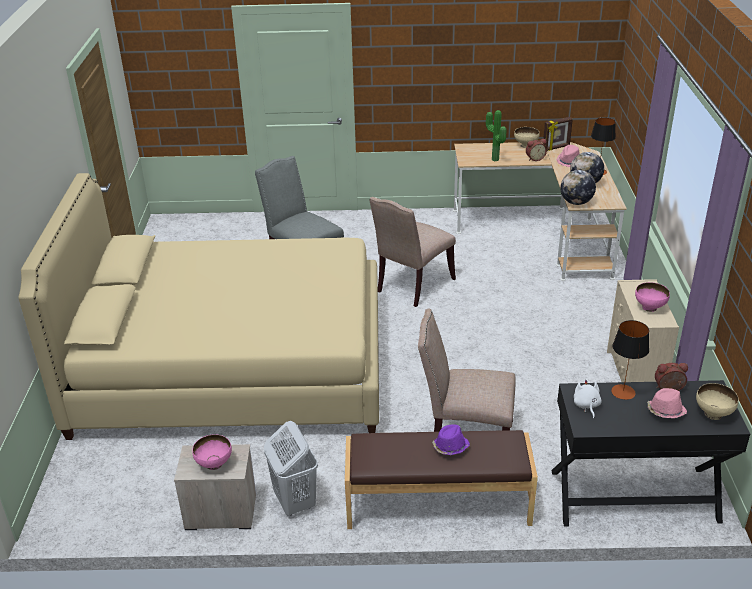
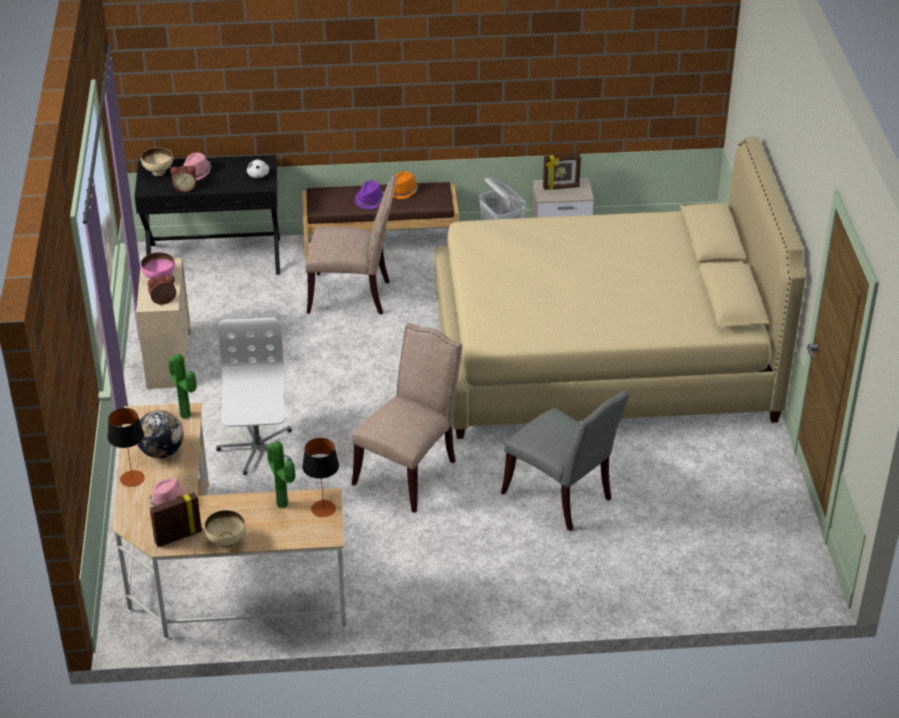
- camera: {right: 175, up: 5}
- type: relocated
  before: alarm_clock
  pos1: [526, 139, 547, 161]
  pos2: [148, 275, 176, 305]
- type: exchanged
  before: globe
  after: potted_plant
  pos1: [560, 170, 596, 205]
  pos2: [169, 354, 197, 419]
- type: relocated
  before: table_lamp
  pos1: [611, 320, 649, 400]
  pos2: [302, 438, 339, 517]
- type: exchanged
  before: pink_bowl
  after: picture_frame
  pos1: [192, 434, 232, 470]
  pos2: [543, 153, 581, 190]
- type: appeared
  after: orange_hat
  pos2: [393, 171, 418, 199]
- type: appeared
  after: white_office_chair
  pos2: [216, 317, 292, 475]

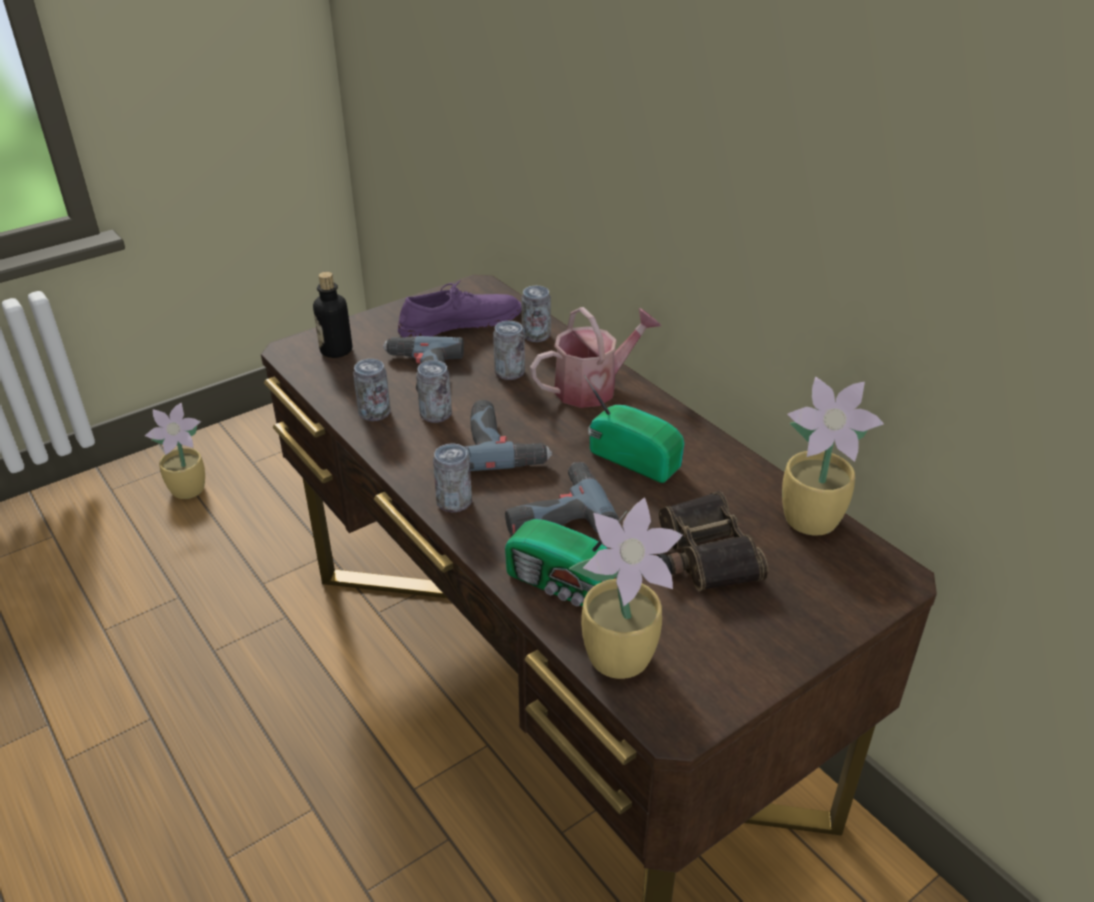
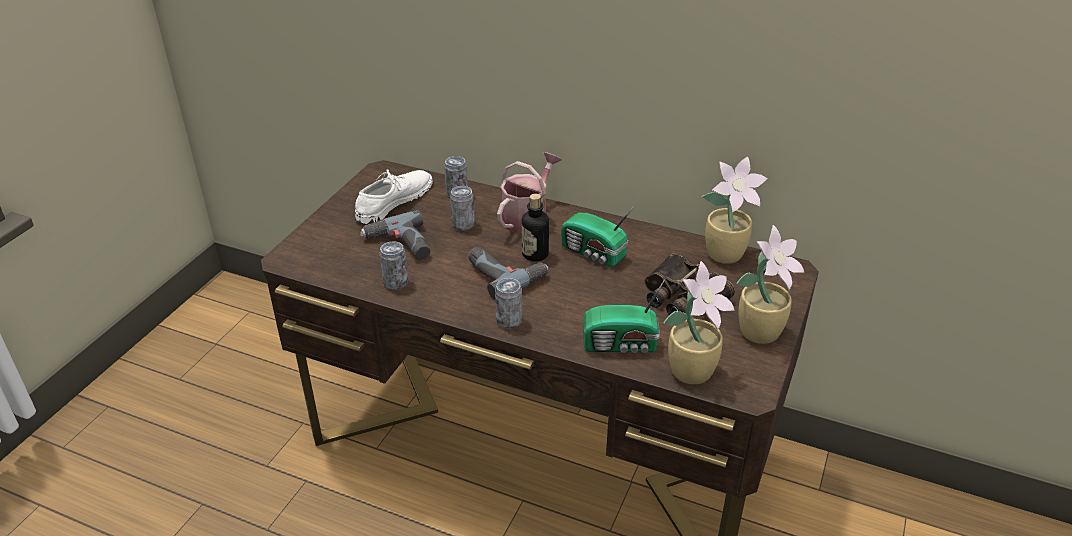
- camera: {right: -30, up: 0}
- type: relocated
  before: bottle
  pos1: [313, 272, 352, 358]
  pos2: [522, 194, 549, 262]
- type: colour
  before: purple_shoe
  after: white_shoe
  pos1: [398, 281, 522, 337]
  pos2: [355, 169, 433, 225]
- type: missing
  before: can
  pos1: [416, 360, 452, 423]
- type: spun
  before: radio
  pos1: [584, 375, 685, 483]
  pos2: [561, 205, 635, 267]
  turn: -150
- type: relocated
  before: potted_plant
  pos1: [145, 402, 205, 499]
  pos2: [737, 225, 804, 344]
- type: missing
  before: power_drill
  pos1: [505, 462, 619, 535]

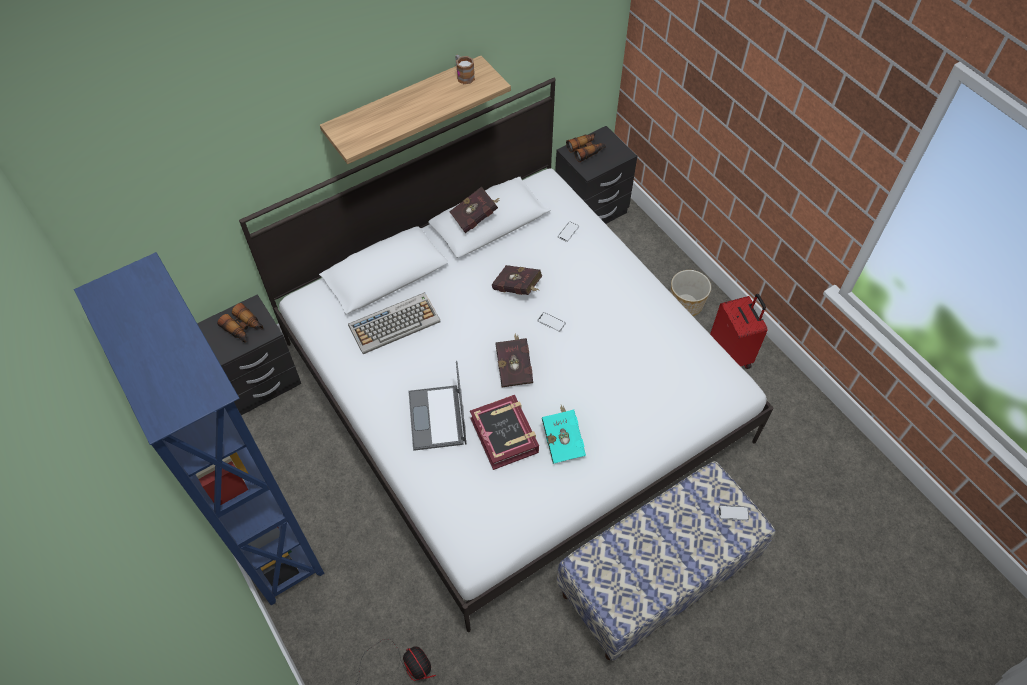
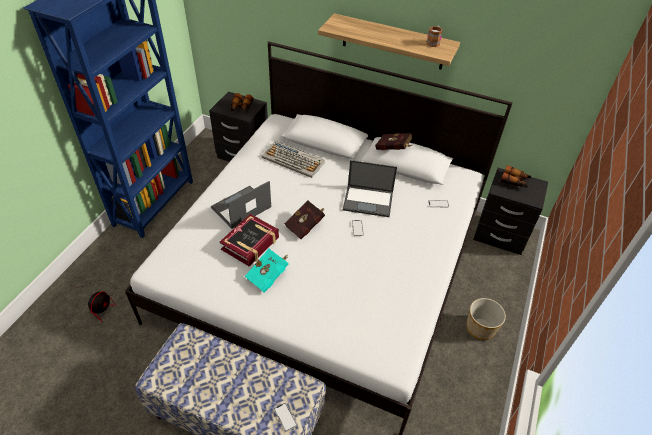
- camera: {right: 55, up: -10}
- type: exchanged
  before: red_book
  after: laptop
  pos1: [492, 265, 542, 295]
  pos2: [343, 160, 397, 217]
- type: missing
  before: red_suitcase
  pos1: [710, 294, 768, 369]

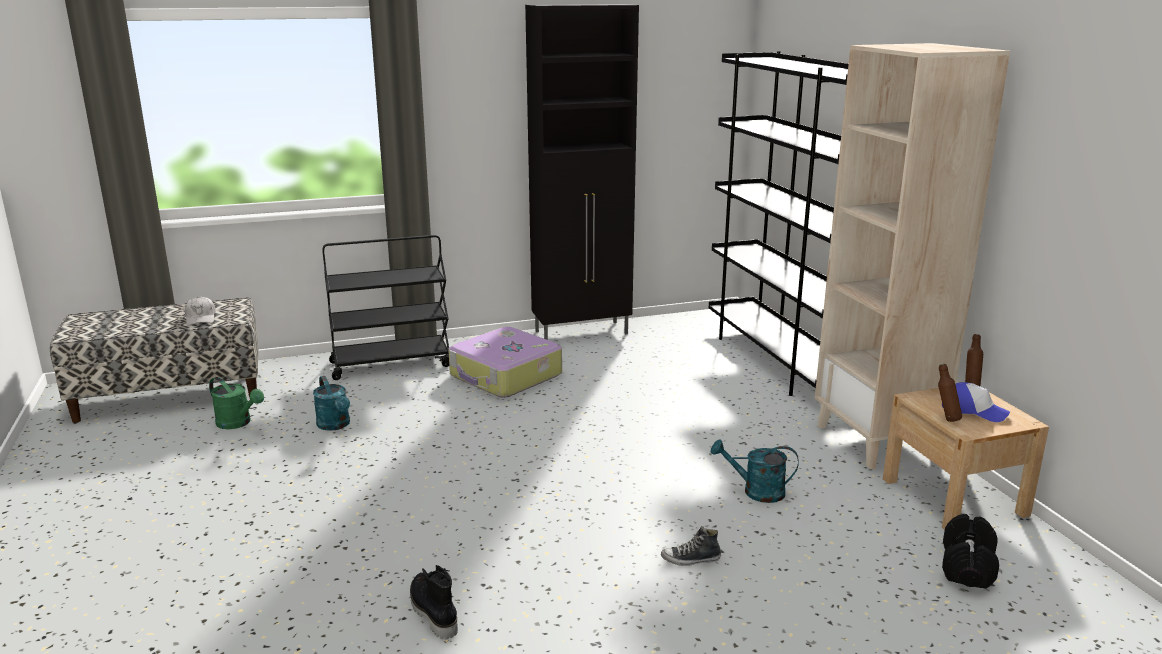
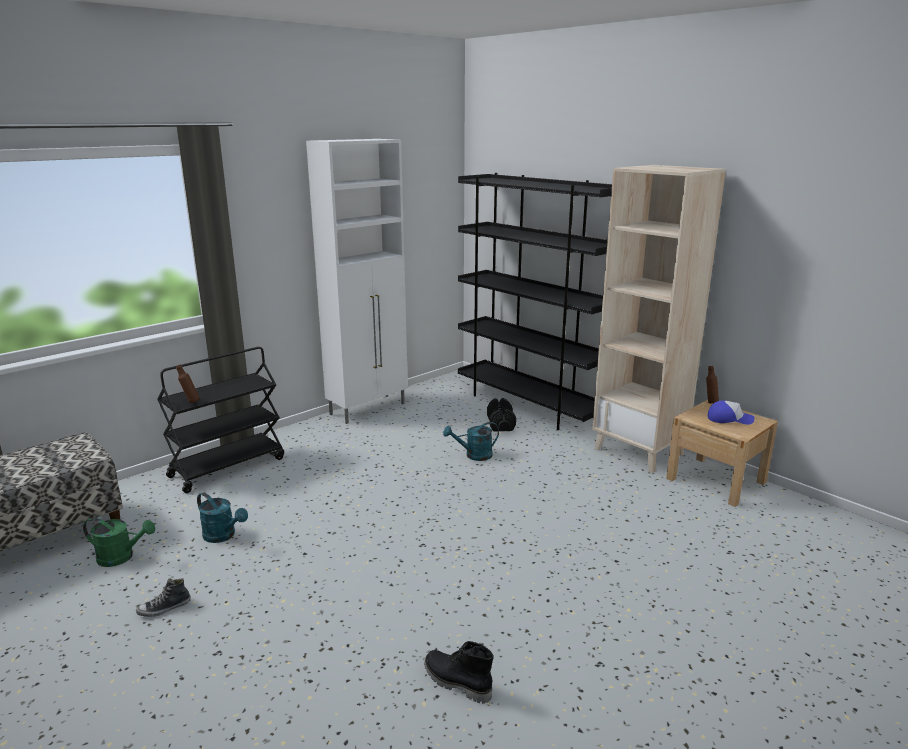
- camera: {right: -25, up: 0}
- type: colour
  before: black_cabinet
  after: white_cabinet
  pos1: [525, 4, 639, 340]
  pos2: [306, 139, 408, 424]
- type: missing
  before: white_cap
  pos1: [185, 296, 216, 326]
- type: missing
  before: suitcase
  pos1: [448, 327, 562, 398]
- type: relocated
  before: brown_bottle
  pos1: [938, 364, 962, 422]
  pos2: [176, 365, 200, 403]
- type: relocated
  before: turquoise_watering_can
  pos1: [711, 439, 799, 503]
  pos2: [443, 422, 499, 461]
- type: relocated
  before: black_dumbbell
  pos1: [942, 514, 999, 589]
  pos2: [487, 398, 516, 432]
- type: relocated
  before: shoe
  pos1: [661, 526, 721, 566]
  pos2: [136, 578, 191, 617]

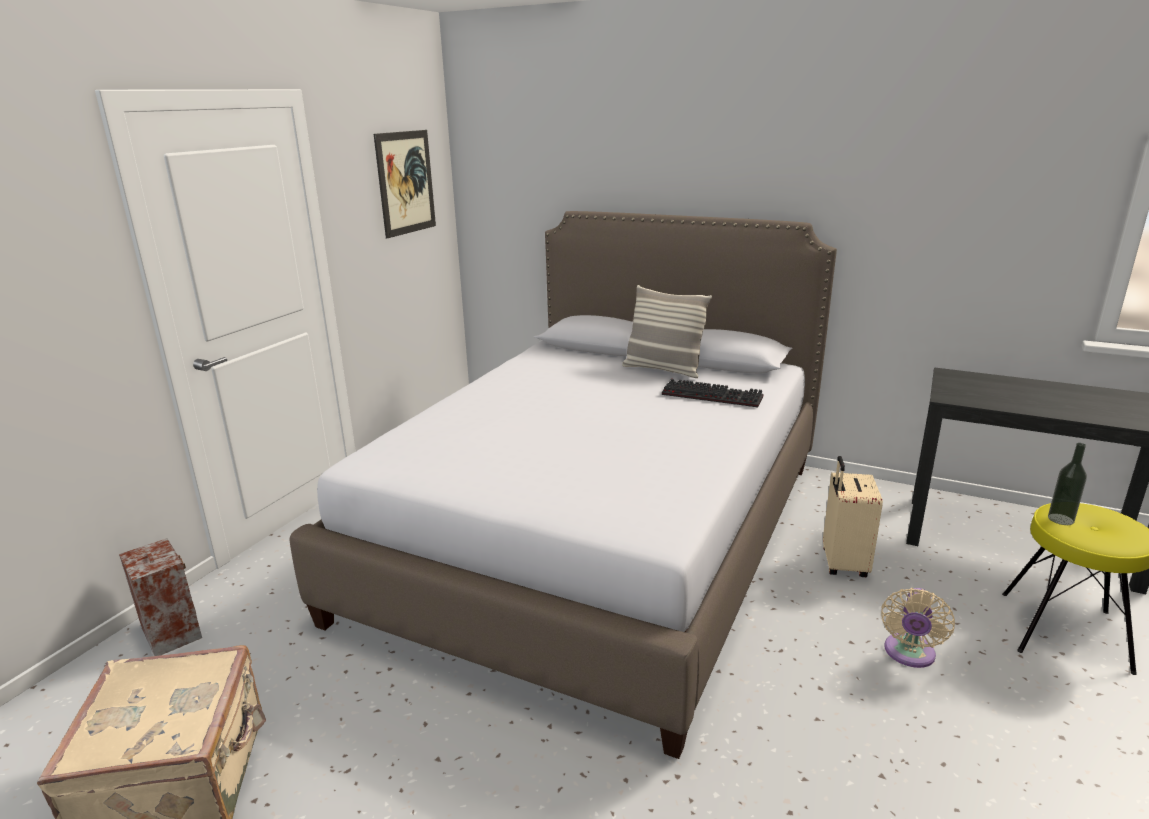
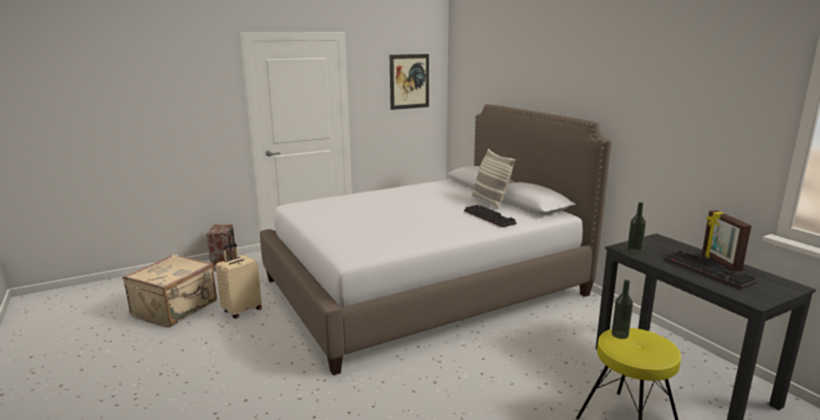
- camera: {right: 35, up: -5}
- type: relocated
  before: beige_suitcase
  pos1: [823, 456, 883, 577]
  pos2: [216, 243, 262, 319]
- type: missing
  before: beige_fan
  pos1: [881, 588, 955, 668]
- type: appeared
  after: bottle
  pos2: [627, 202, 646, 254]
- type: appeared
  after: picture_frame
  pos2: [702, 210, 751, 272]
- type: appeared
  after: keyboard
  pos2: [665, 250, 757, 289]

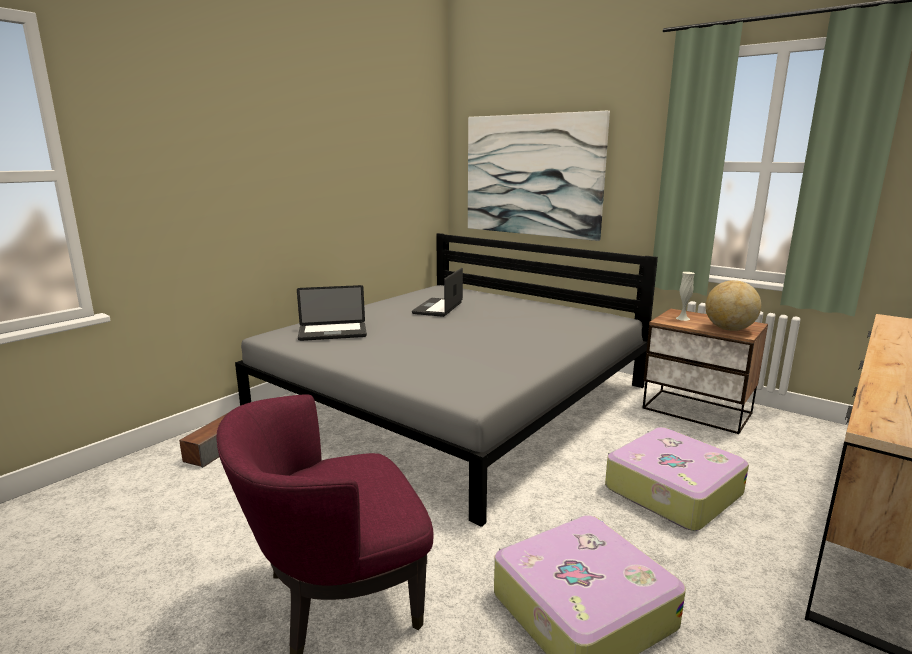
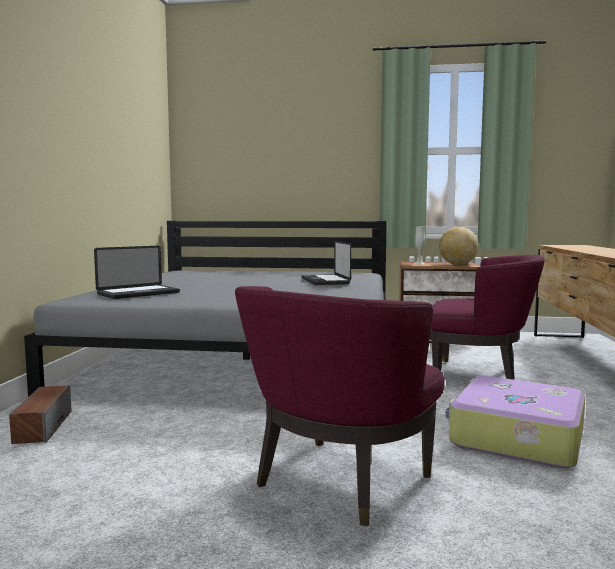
- camera: {right: -30, up: -10}
- type: missing
  before: picture
  pos1: [468, 111, 610, 241]
- type: relocated
  before: laptop
  pos1: [412, 268, 463, 317]
  pos2: [302, 241, 351, 285]
- type: exchanged
  before: suitcase
  after: purple_armchair
  pos1: [605, 427, 749, 531]
  pos2: [430, 255, 545, 380]

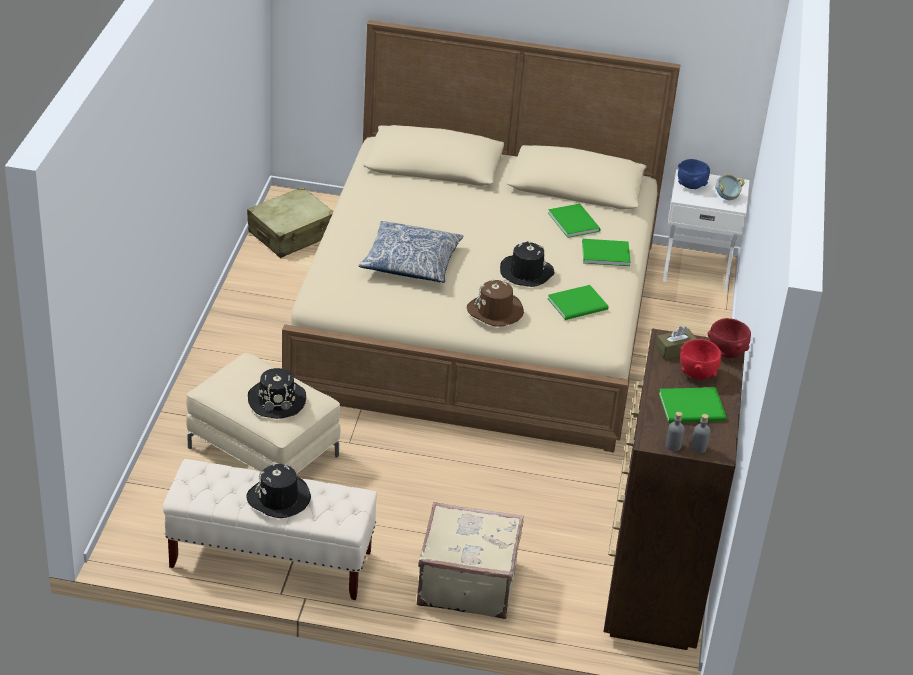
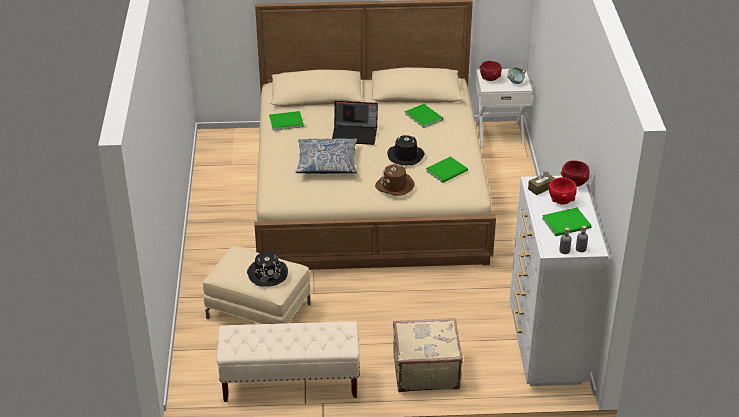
- camera: {right: -10, up: 0}
- type: colour
  before: blue_bowl
  after: red_bowl
  pos1: [678, 159, 710, 189]
  pos2: [480, 61, 502, 81]
- type: missing
  before: beige_suitcase
  pos1: [247, 187, 334, 258]
- type: relocated
  before: green_book
  pos1: [582, 239, 631, 266]
  pos2: [269, 111, 304, 130]
- type: colour
  before: brown_dresser
  after: white_dresser
  pos1: [603, 329, 745, 650]
  pos2: [510, 176, 608, 386]
- type: missing
  before: black_hat
  pos1: [246, 463, 311, 518]
- type: appeared
  after: laptop
  pos2: [332, 101, 378, 145]

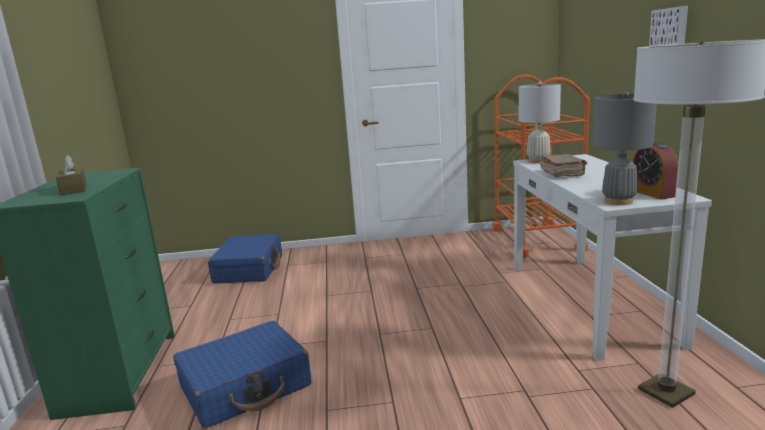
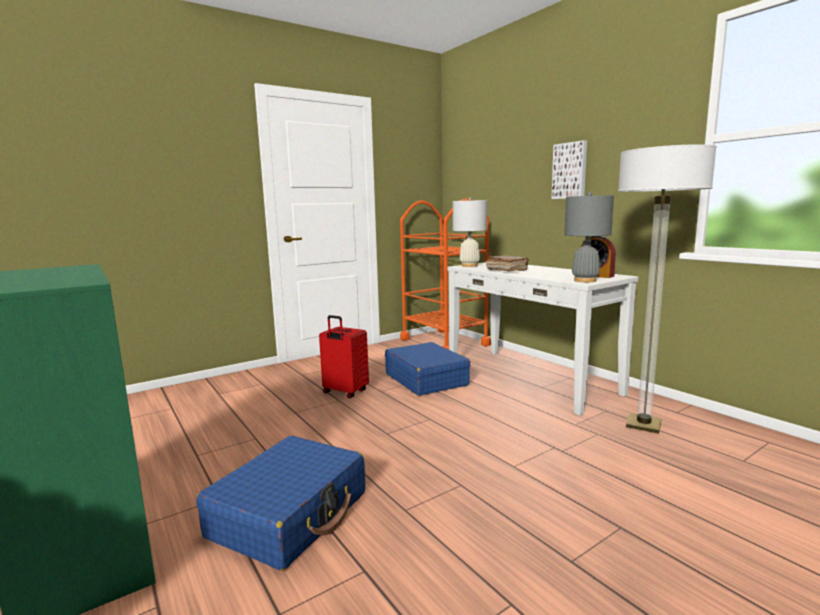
- camera: {right: -30, up: -5}
- type: missing
  before: brown_tissue_box
  pos1: [56, 155, 87, 195]
- type: relocated
  before: blue_suitcase
  pos1: [208, 234, 282, 284]
  pos2: [385, 342, 470, 396]
- type: appeared
  after: red_suitcase
  pos2: [319, 315, 369, 398]

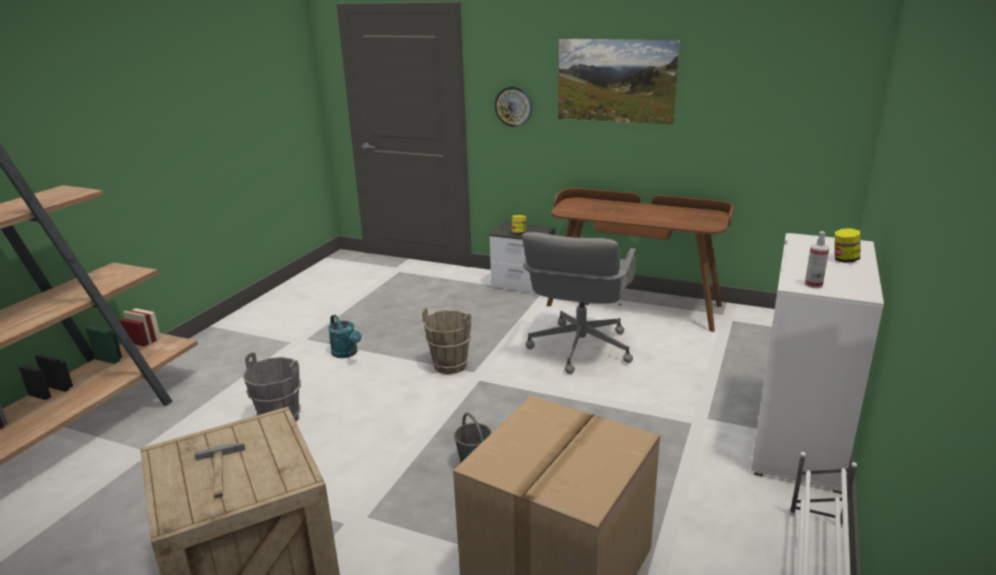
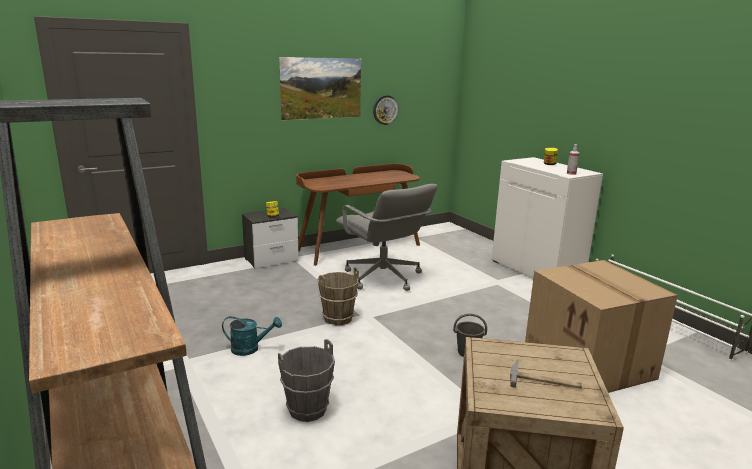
- camera: {right: -55, up: -5}
- type: relocated
  before: wall_clock
  pos1: [494, 86, 532, 127]
  pos2: [373, 95, 399, 125]

